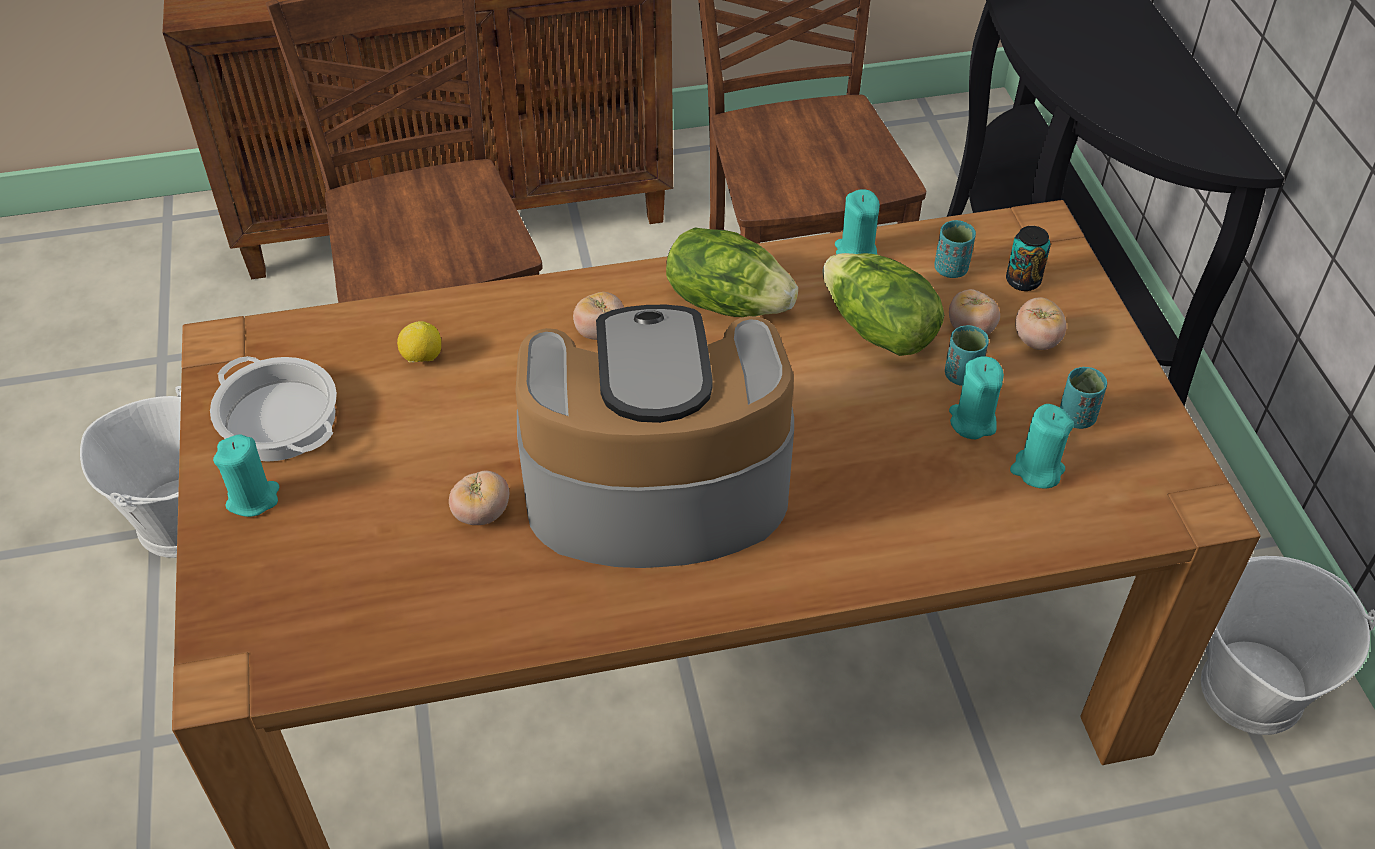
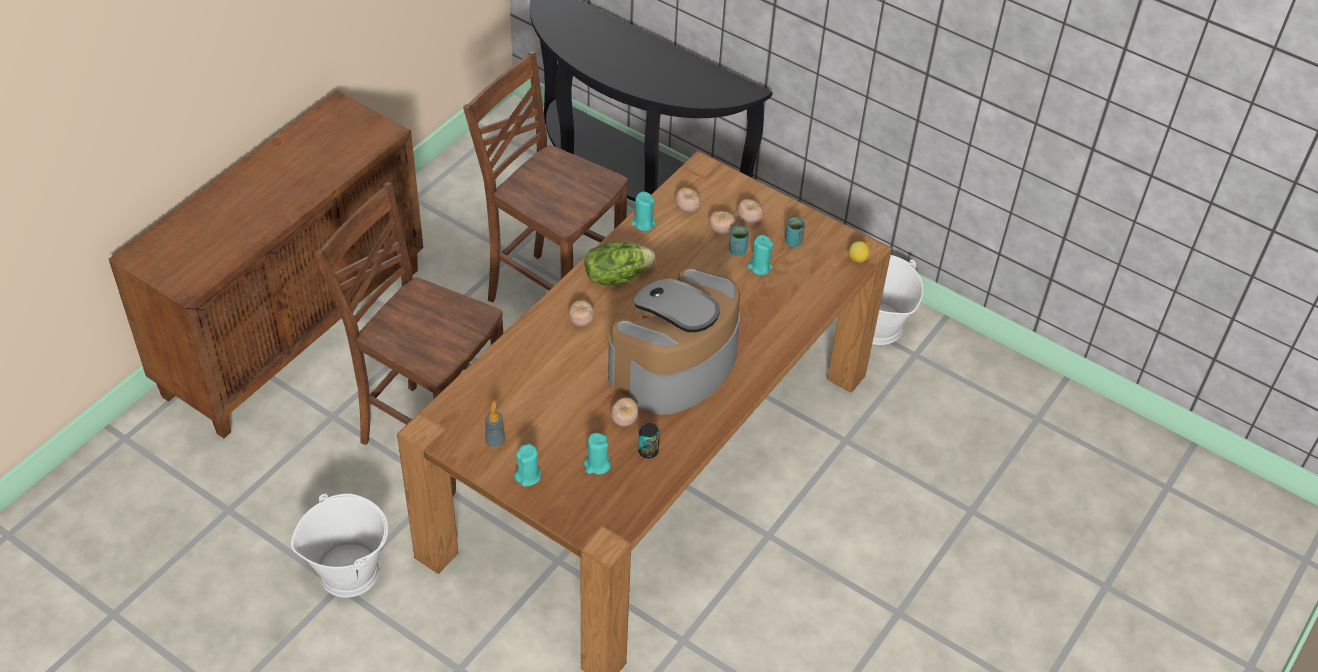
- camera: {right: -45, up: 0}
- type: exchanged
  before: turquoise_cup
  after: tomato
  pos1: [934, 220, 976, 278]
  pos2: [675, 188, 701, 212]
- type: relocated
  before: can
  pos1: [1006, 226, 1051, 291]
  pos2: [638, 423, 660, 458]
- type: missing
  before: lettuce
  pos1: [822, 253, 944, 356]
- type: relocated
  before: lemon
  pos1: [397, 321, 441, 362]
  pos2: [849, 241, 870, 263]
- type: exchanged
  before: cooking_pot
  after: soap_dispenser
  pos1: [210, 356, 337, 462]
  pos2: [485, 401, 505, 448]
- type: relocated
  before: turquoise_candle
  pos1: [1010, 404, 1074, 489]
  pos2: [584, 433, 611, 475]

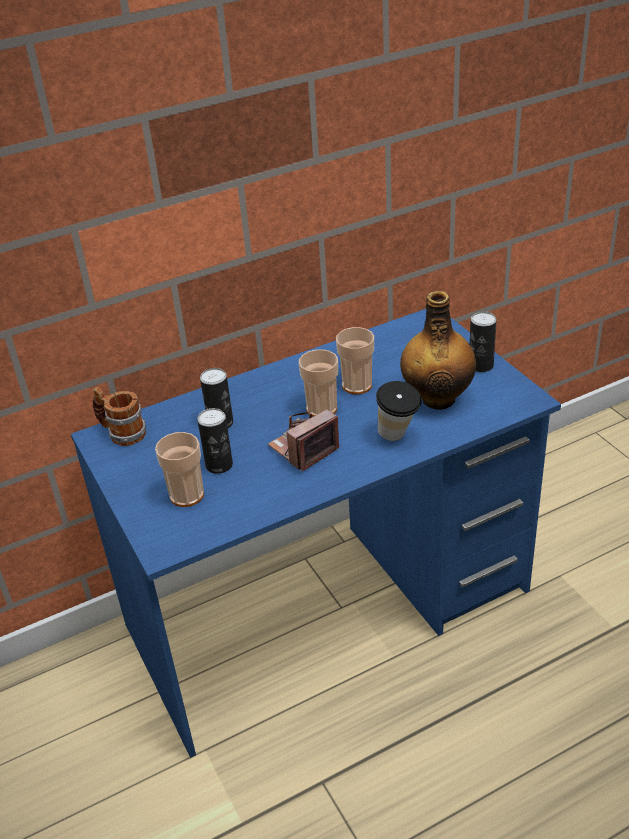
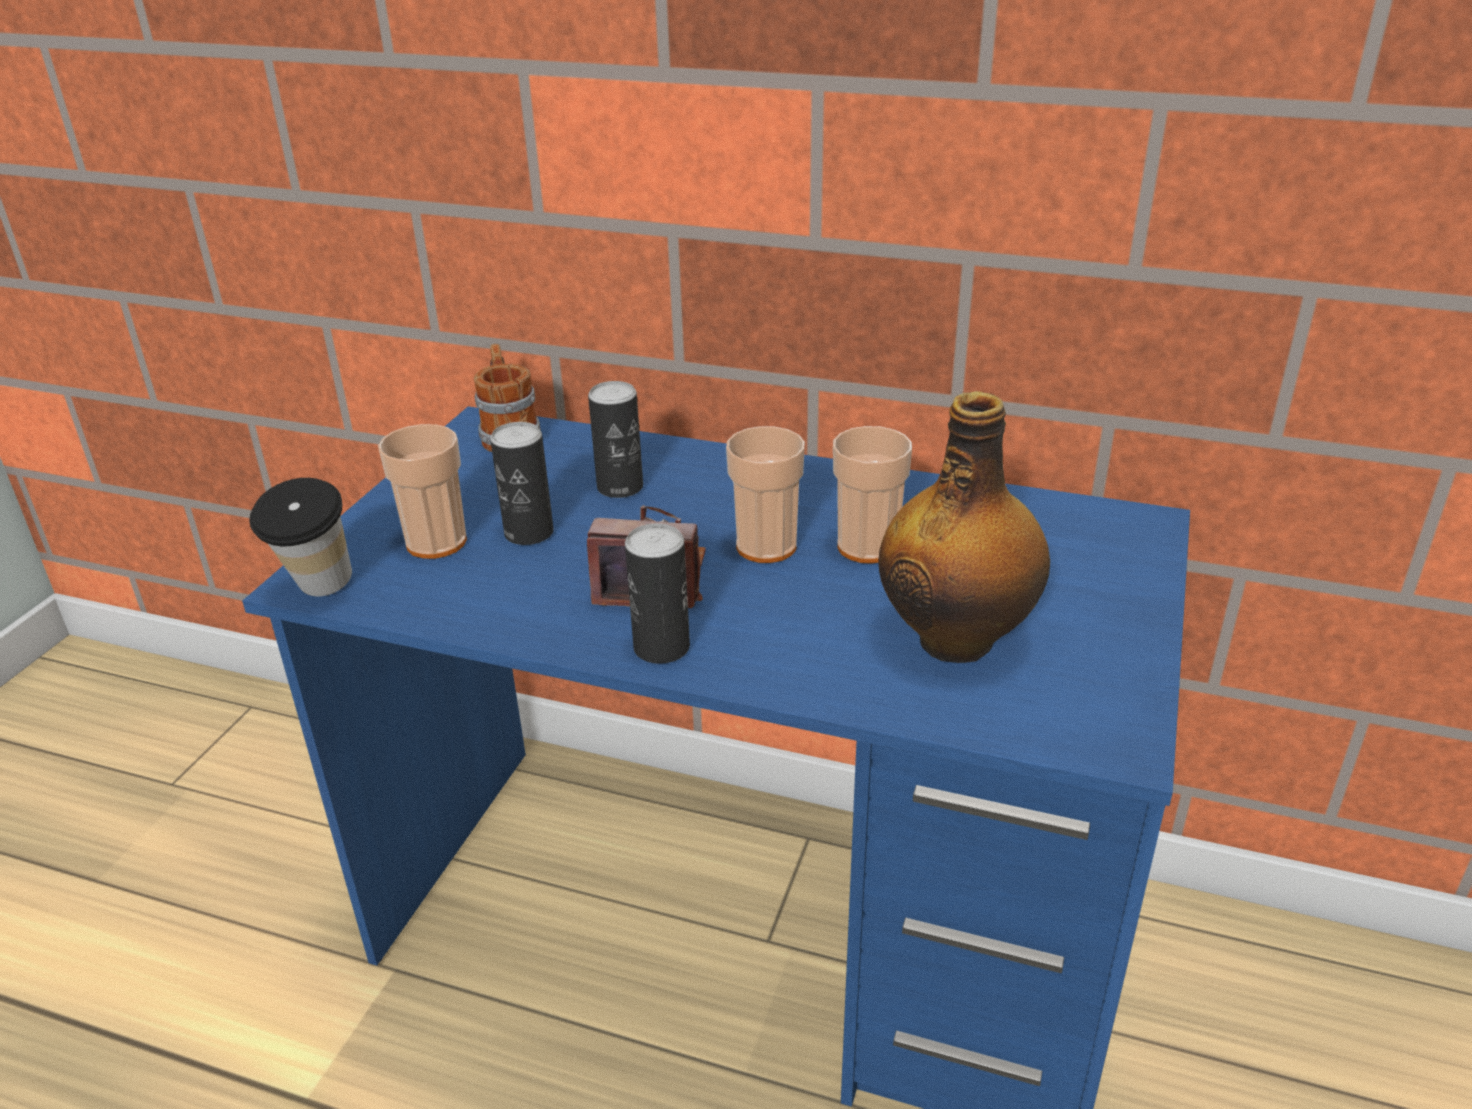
- camera: {right: 45, up: -5}
- type: relocated
  before: can
  pos1: [470, 311, 497, 372]
  pos2: [625, 523, 690, 664]
- type: relocated
  before: cup
  pos1: [376, 381, 422, 441]
  pos2: [249, 478, 352, 596]

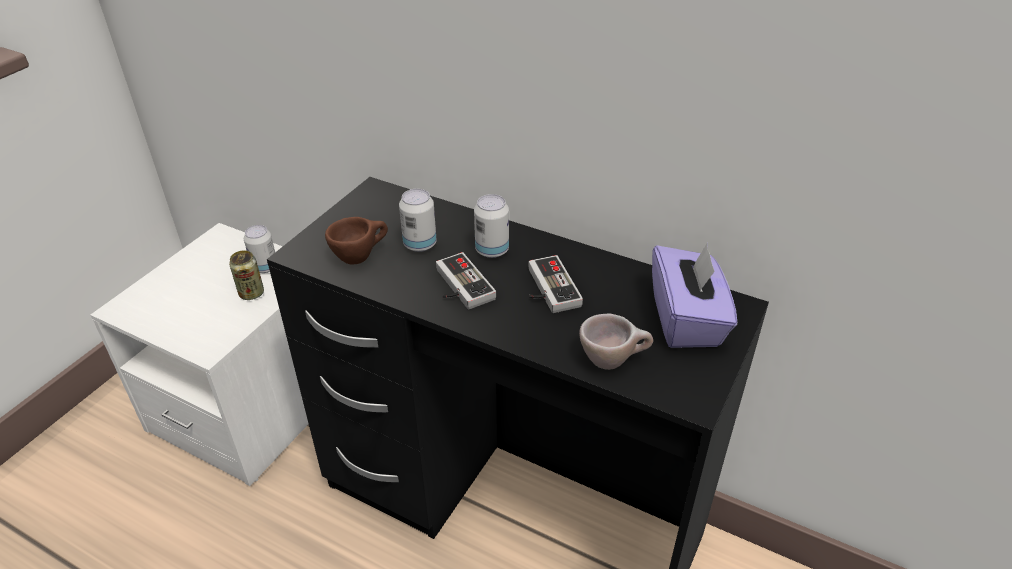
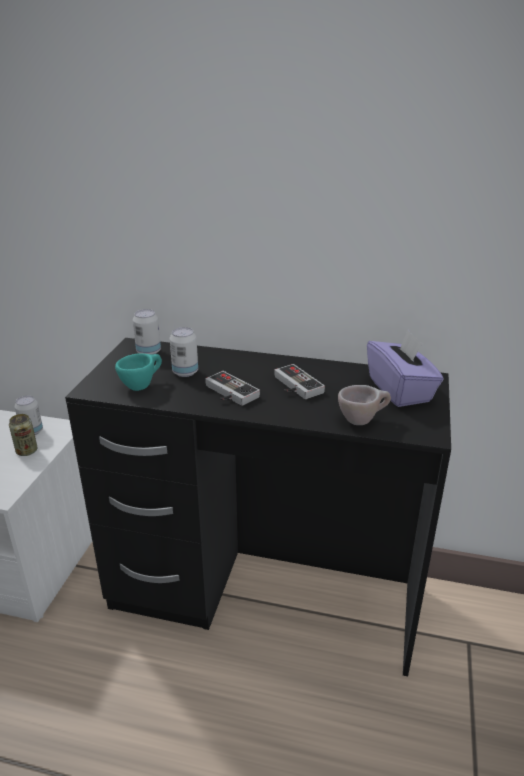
- camera: {right: -15, up: -10}
- type: relocated
  before: can
  pos1: [474, 194, 509, 258]
  pos2: [133, 309, 161, 354]
- type: colour
  before: brown_cup
  after: turquoise_cup
  pos1: [325, 217, 388, 265]
  pos2: [115, 353, 162, 391]

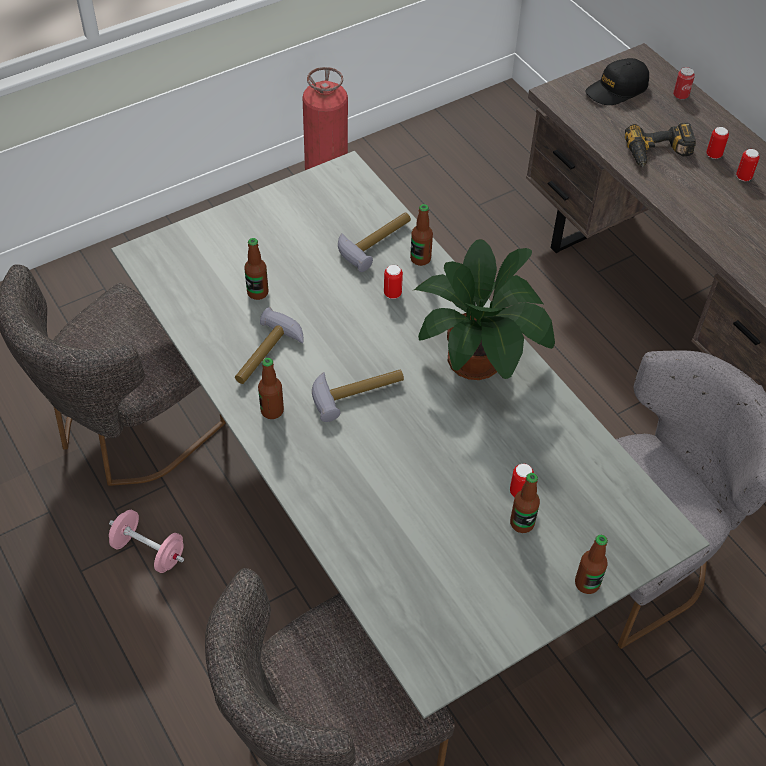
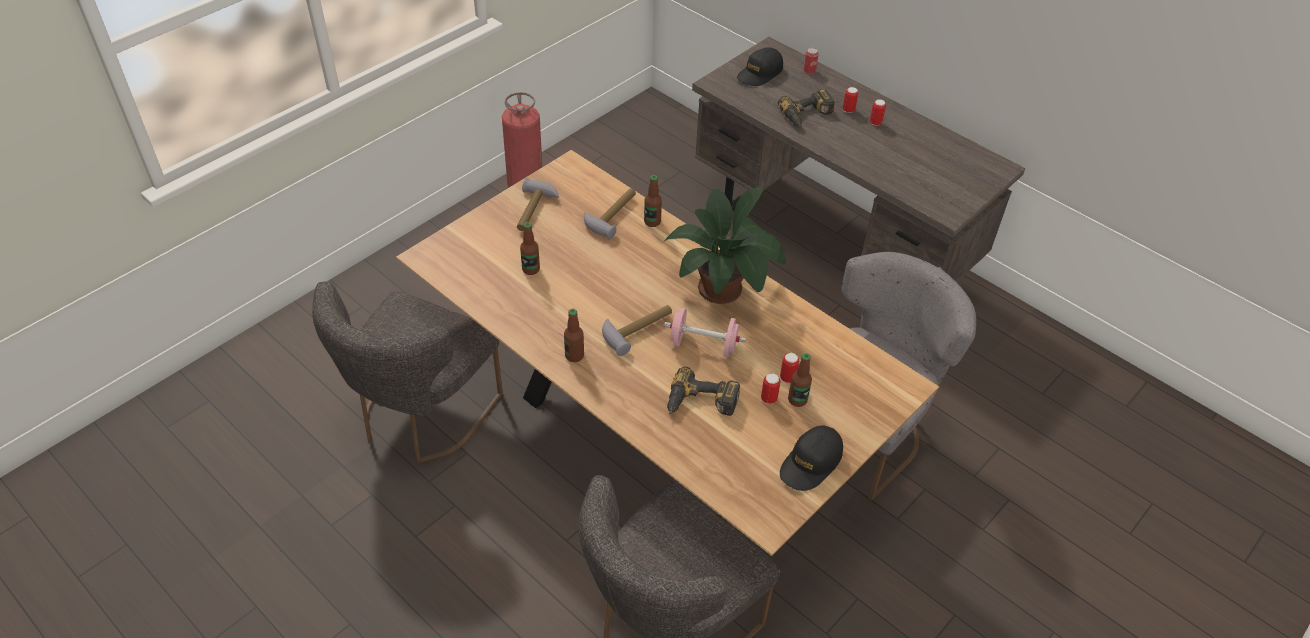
- camera: {right: -15, up: -5}
- type: colour
  before: grey_dining_table
  after: brown_dining_table
  pos1: [111, 151, 710, 719]
  pos2: [396, 150, 939, 556]
- type: relocated
  before: can
  pos1: [384, 265, 403, 299]
  pos2: [761, 374, 780, 404]
- type: relocated
  before: hammer
  pos1: [235, 307, 304, 384]
  pos2: [517, 178, 559, 231]
- type: relocated
  before: pink_dumbbell
  pos1: [109, 510, 184, 573]
  pos2: [664, 308, 746, 357]
- type: missing
  before: bottle
  pos1: [575, 535, 608, 594]
- type: appeared
  after: power_drill
  pos2: [667, 366, 740, 416]
- type: appeared
  after: black_cap
  pos2: [780, 426, 843, 491]

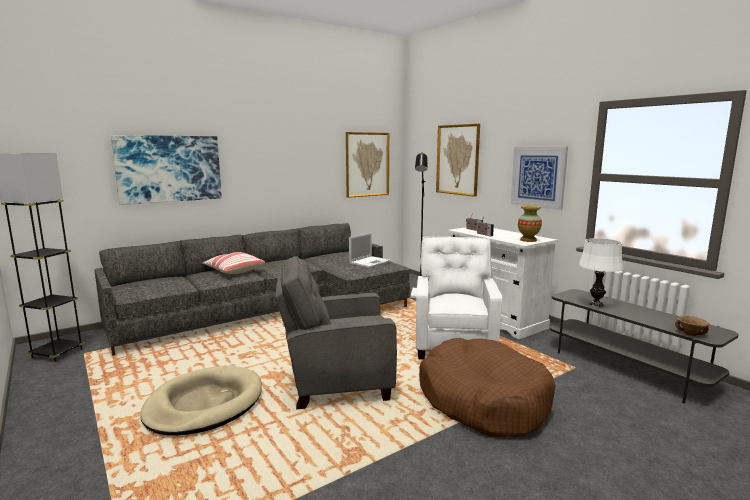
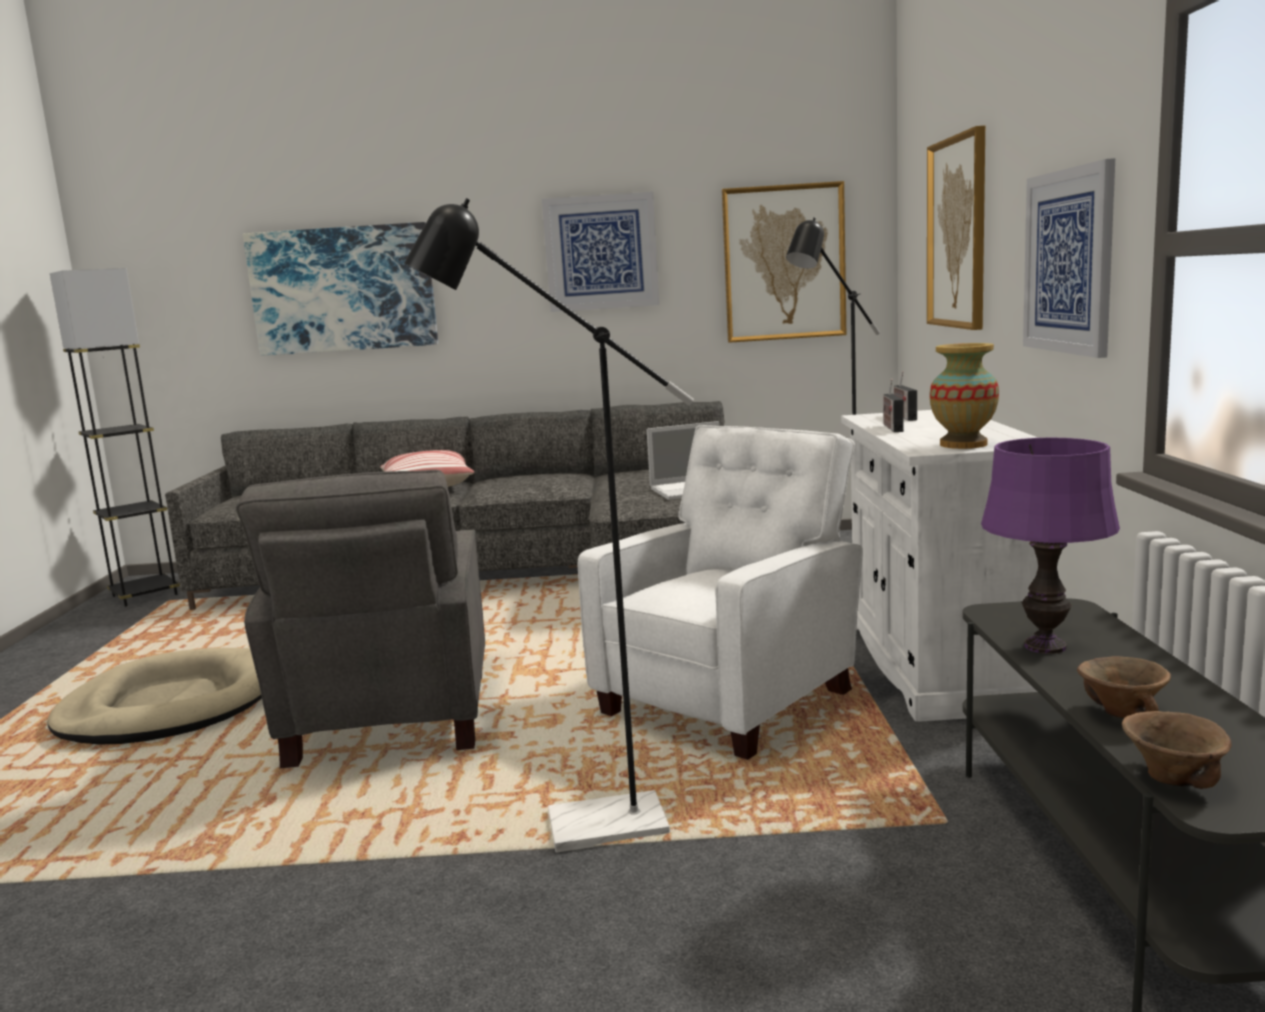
- camera: {right: 35, up: 0}
- type: colour
  before: white_table_lamp
  after: purple_table_lamp
  pos1: [579, 238, 623, 307]
  pos2: [981, 438, 1120, 654]
- type: spun
  before: grey_armchair
  pos1: [275, 256, 397, 409]
  pos2: [236, 470, 485, 768]
  turn: -120
- type: exchanged
  before: brown_dog_bed
  after: black_floor_lamp
  pos1: [419, 338, 556, 437]
  pos2: [405, 198, 694, 853]
- type: appeared
  after: picture
  pos2: [542, 192, 659, 312]
- type: appeared
  after: brown_bowl
  pos2: [1077, 656, 1171, 718]

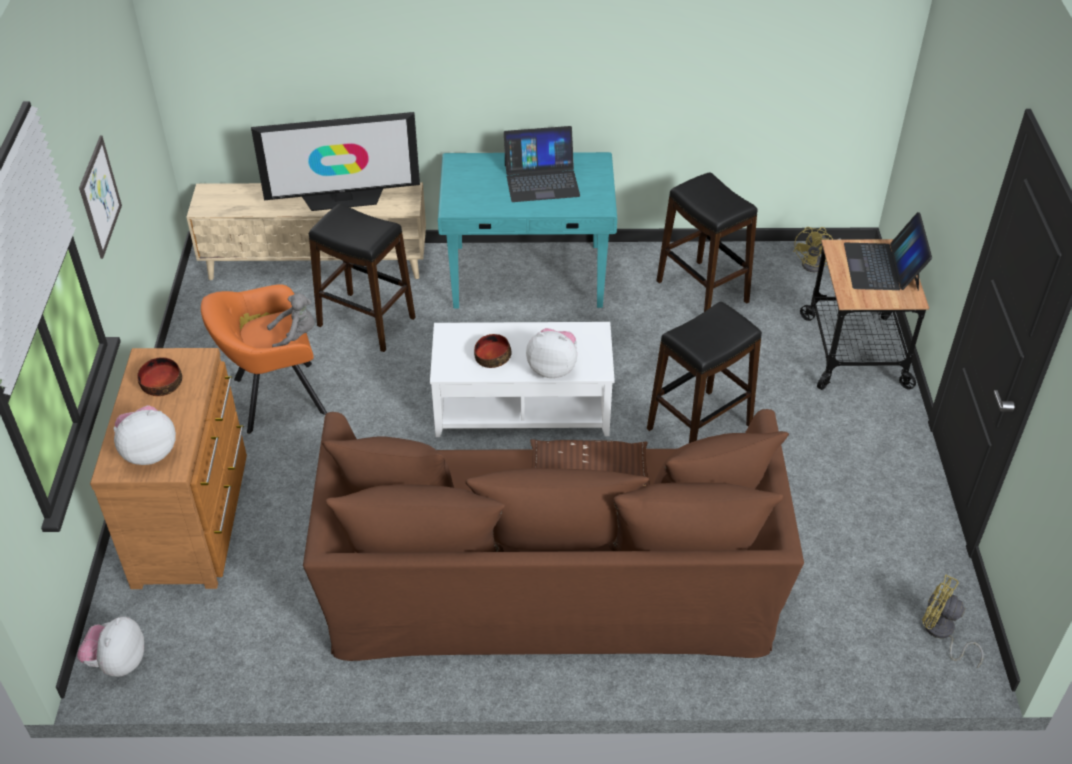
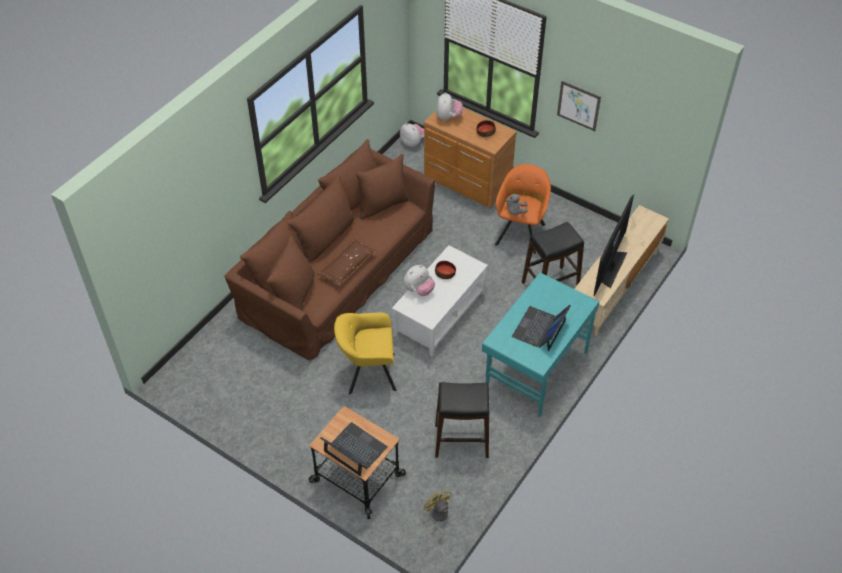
- camera: {right: 125, up: 5}
- type: exchanged
  before: black_stool
  after: yellow_armchair
  pos1: [647, 302, 762, 443]
  pos2: [334, 313, 397, 395]
- type: missing
  before: yellow_fan
  pos1: [922, 575, 983, 668]

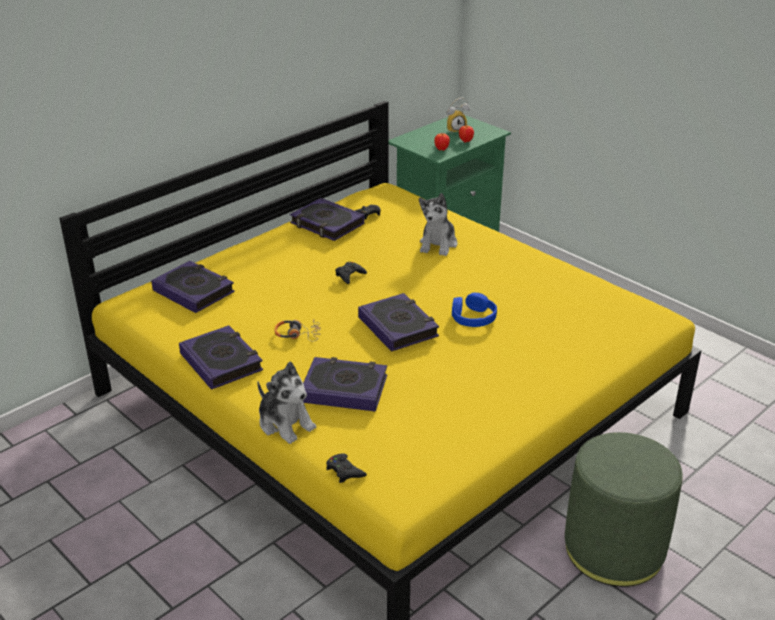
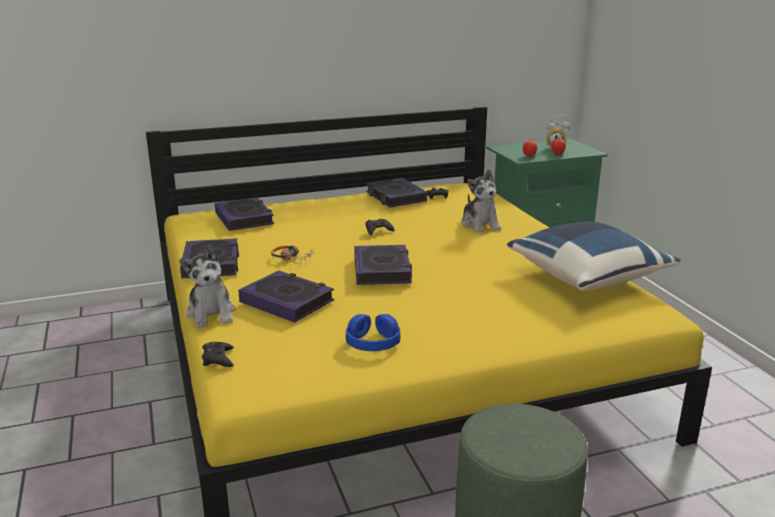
- camera: {right: 25, up: -10}
- type: spun
  before: plush_toy
  pos1: [419, 193, 457, 256]
  pos2: [461, 169, 501, 233]
  turn: -60
- type: relocated
  before: blue_headphones
  pos1: [452, 293, 497, 327]
  pos2: [346, 314, 401, 351]
- type: appeared
  after: blue_pillow
  pos2: [507, 222, 681, 291]

